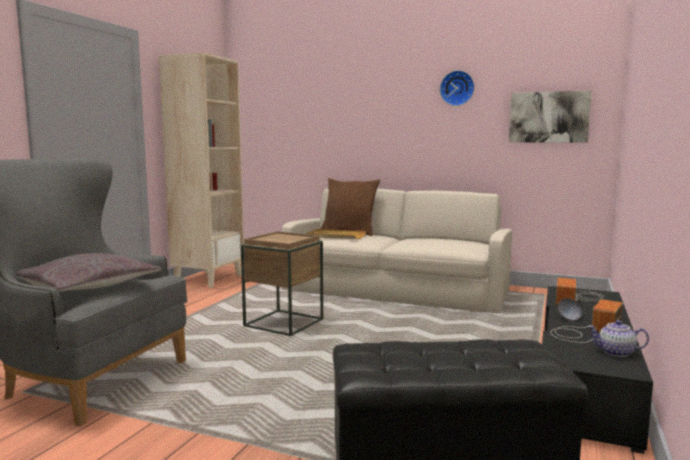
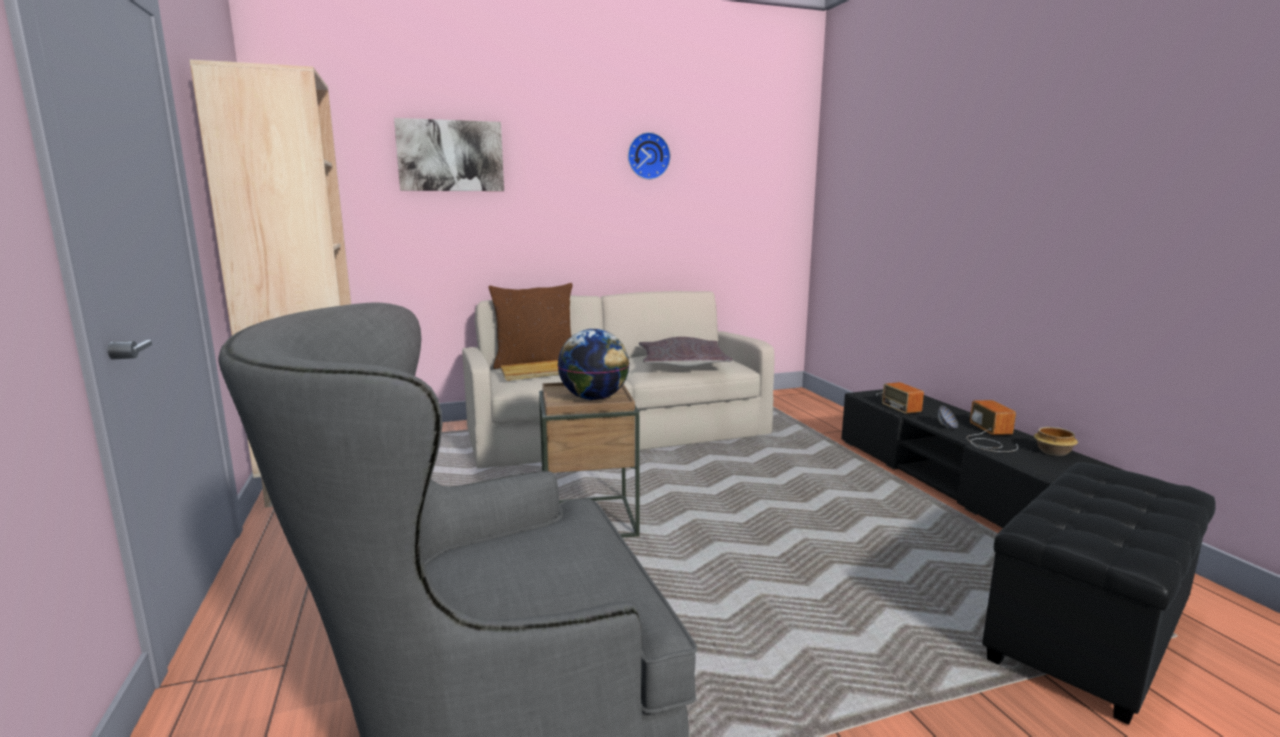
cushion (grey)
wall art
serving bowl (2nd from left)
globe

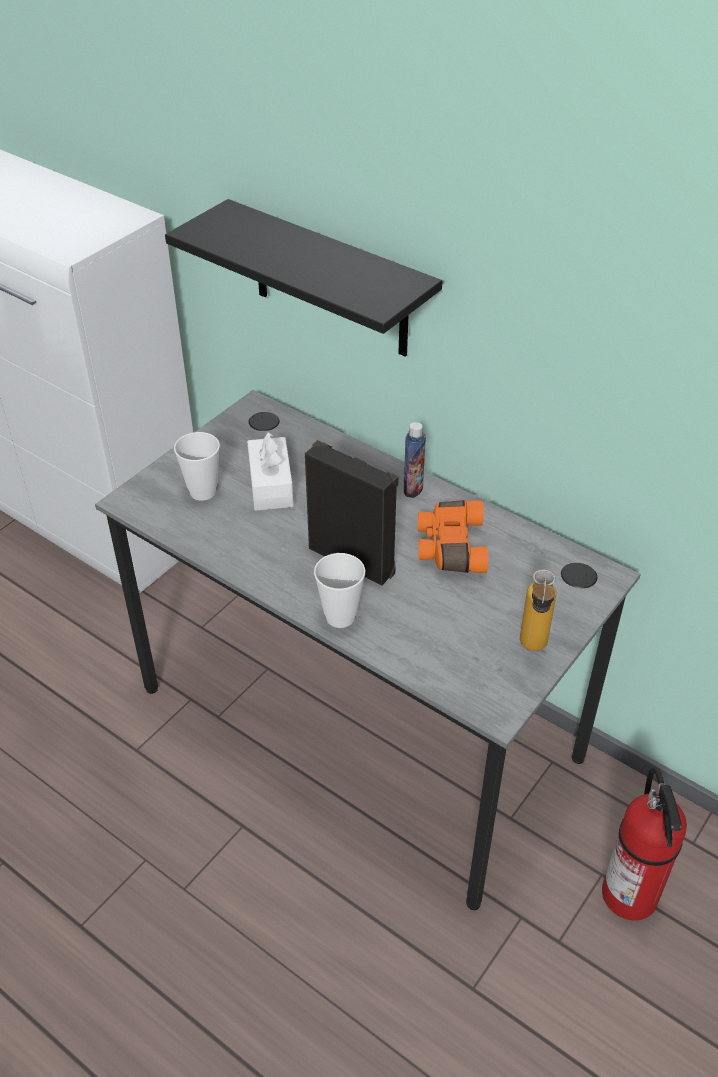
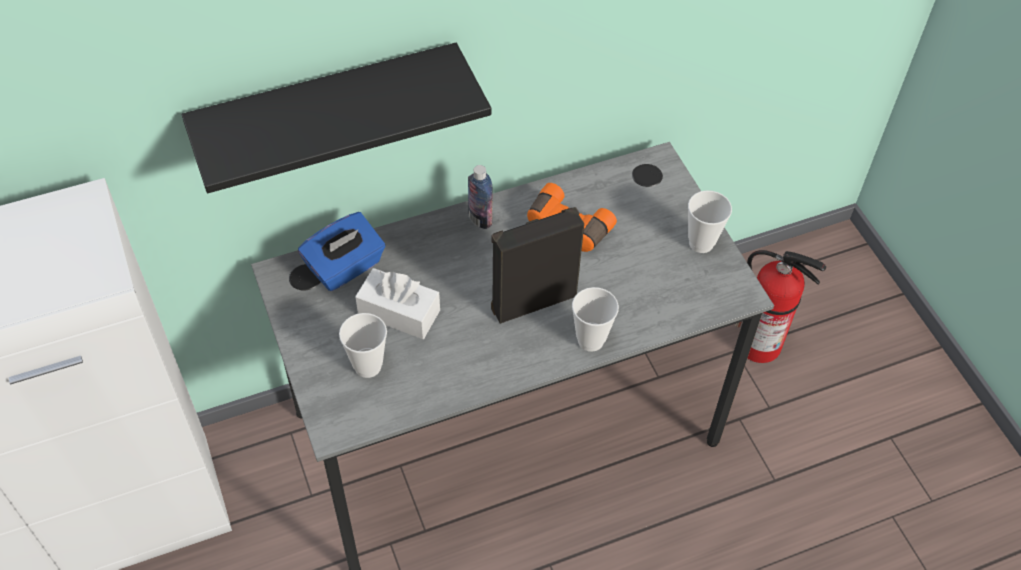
small cup (3rd from left)
tissue holder (blue-coloured)

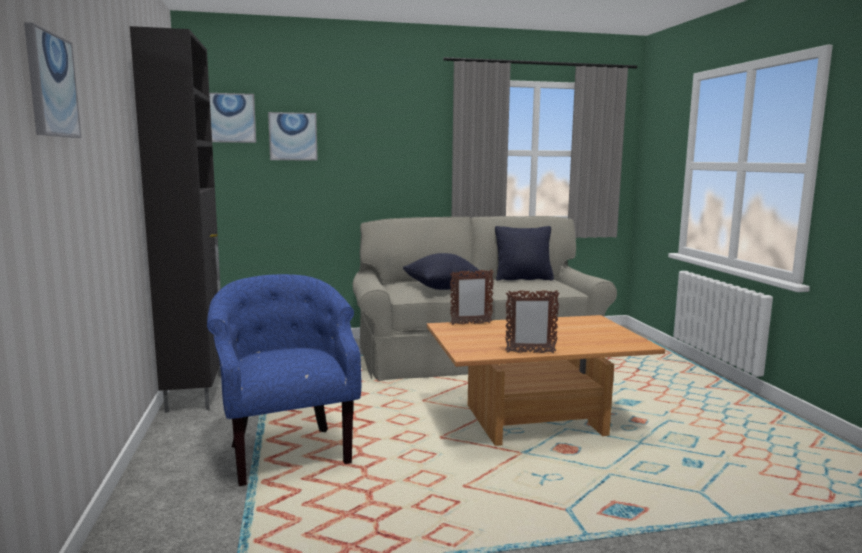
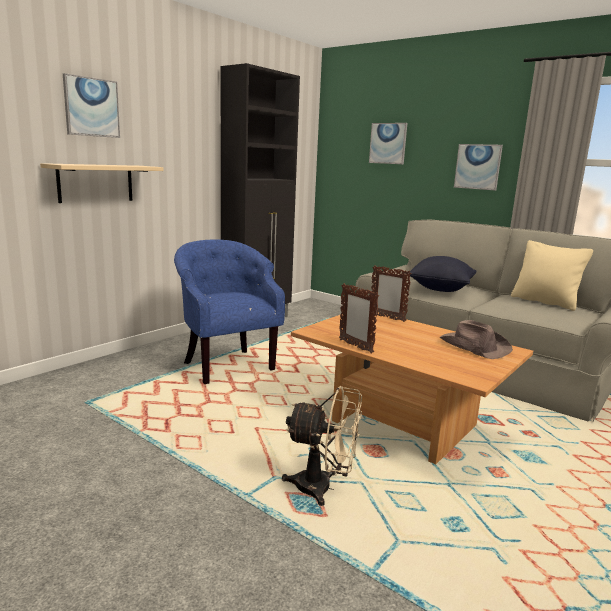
lounge chair (blue-coloured)
wall art (3rd from left)
cushion (beige-coloured)
wall shelf (beige-coloured)
electric fan (beige-coloured)
clothing hat (brown)

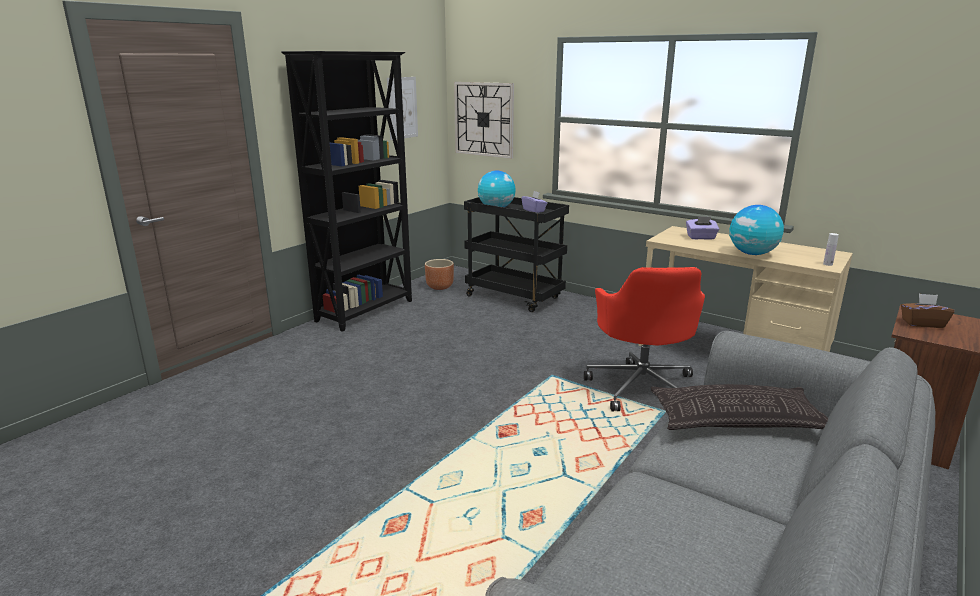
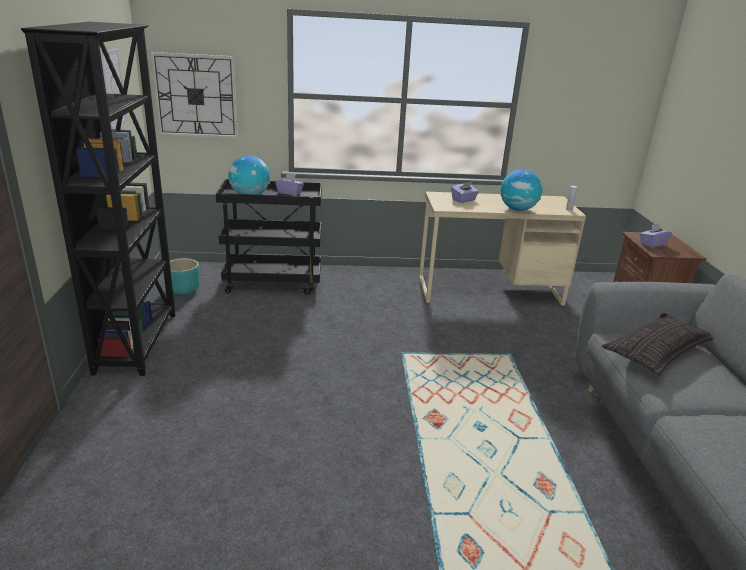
plant pot (turquoise)
desk chair (reddish)
tissue holder (purplish) (3rd from left)

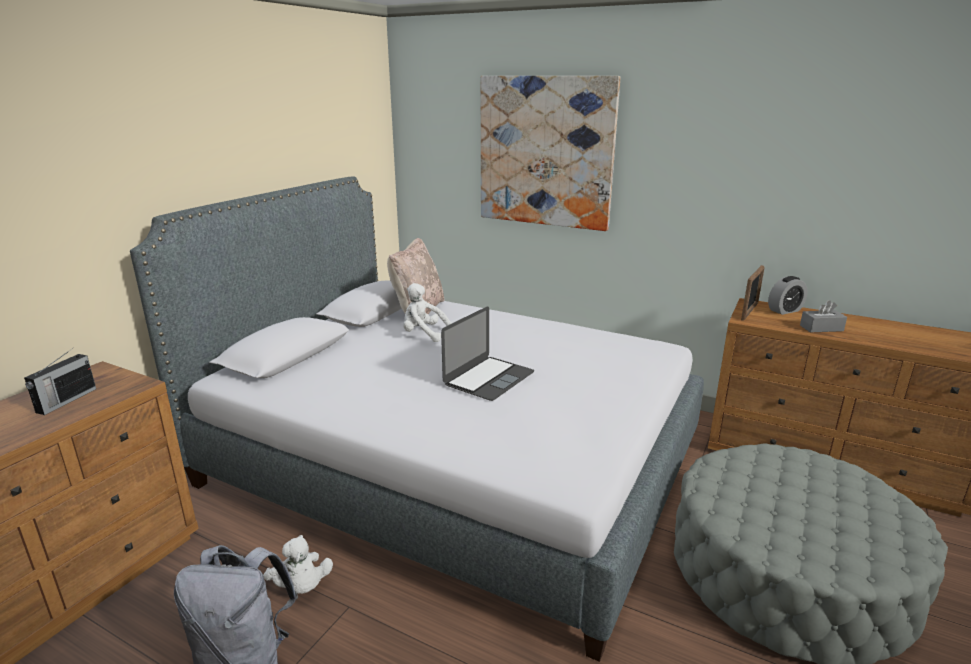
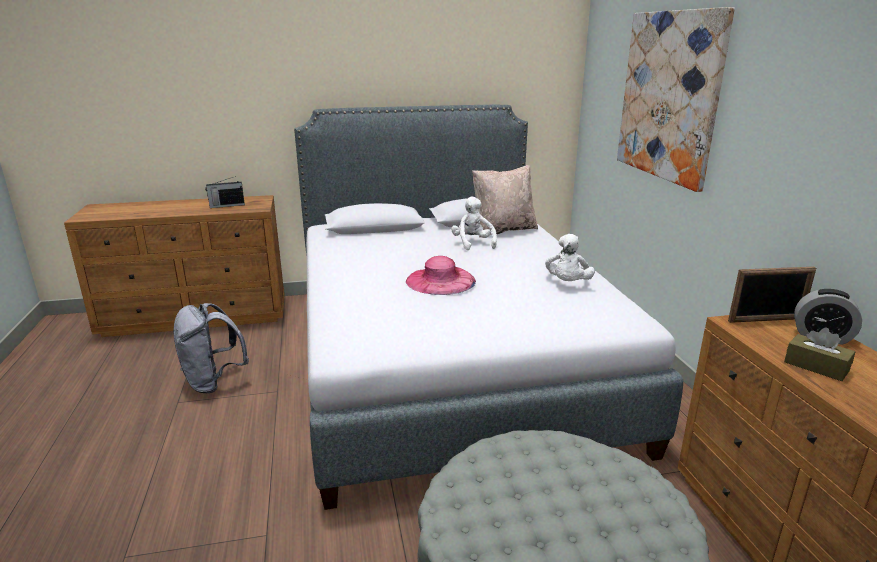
plush toy (white) (2nd from left)
clothing hat (pinkish)
tissue holder (brown)

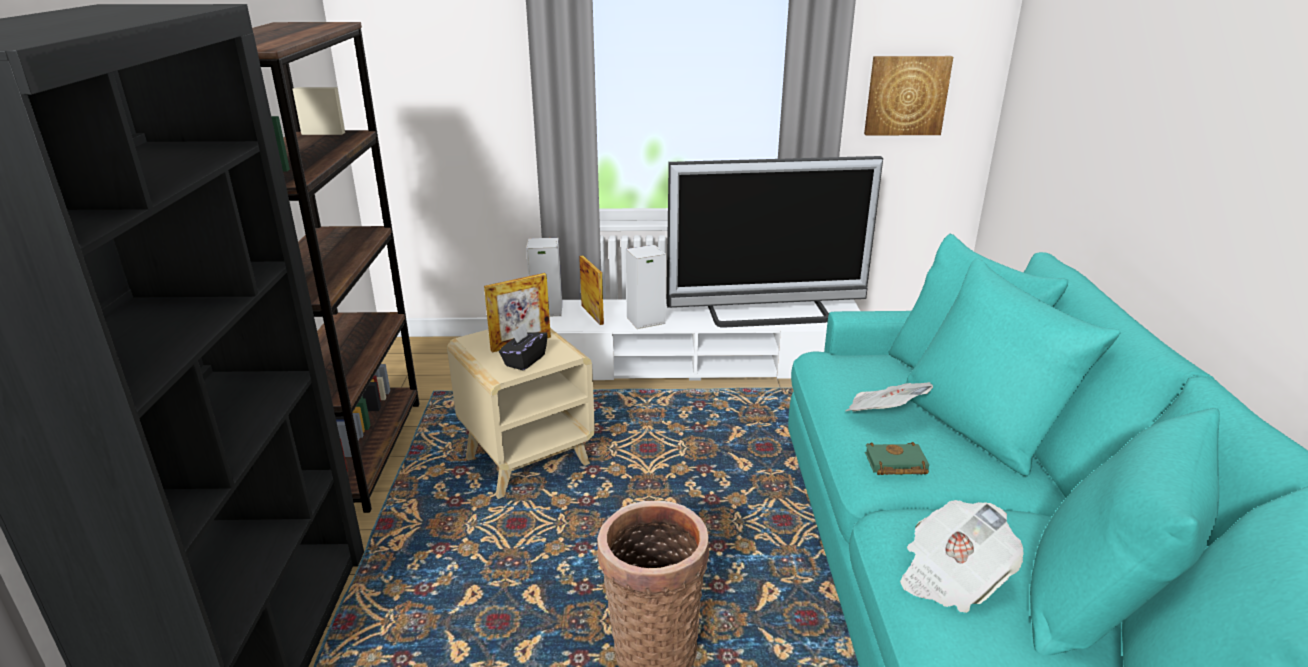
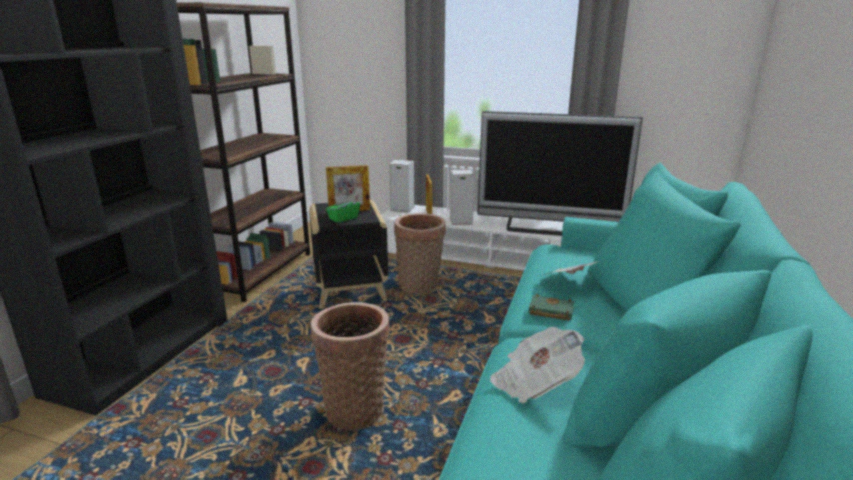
side table (blackish)
tissue holder (green)
wall art
basket (2nd from left)

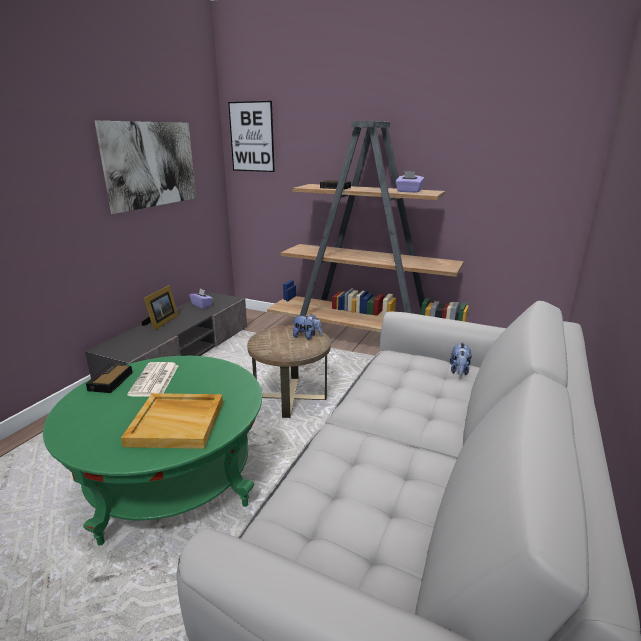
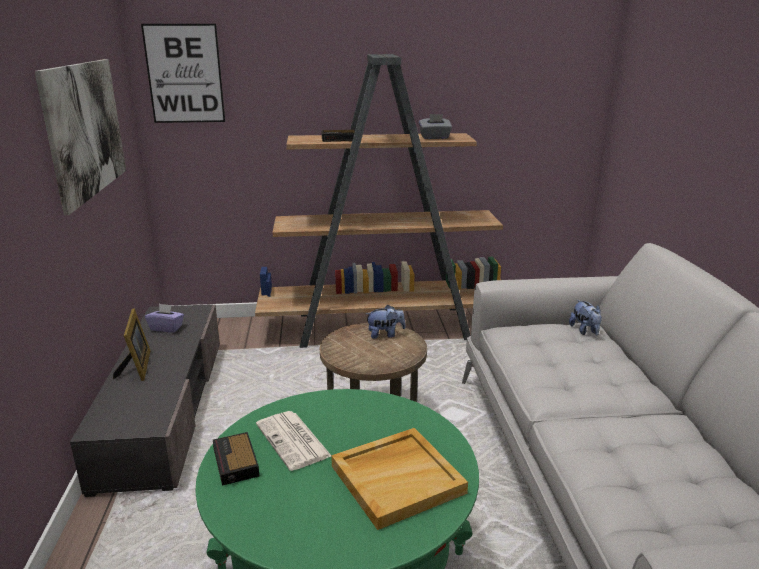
tissue holder (grey)

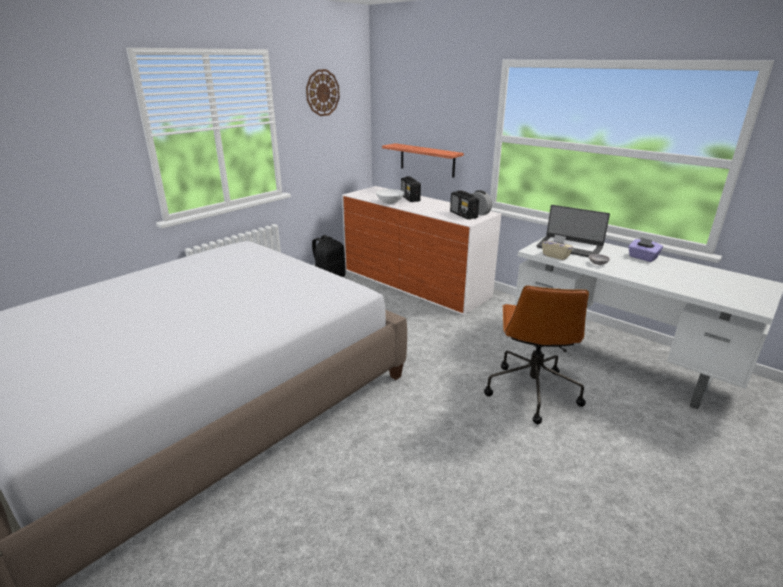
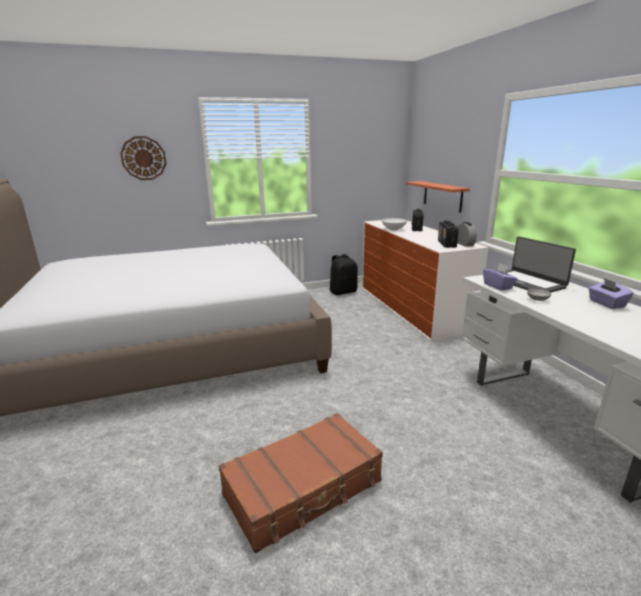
wall clock
desk chair (brown)
tissue holder (purplish) (1st from left)
travel case (brown)

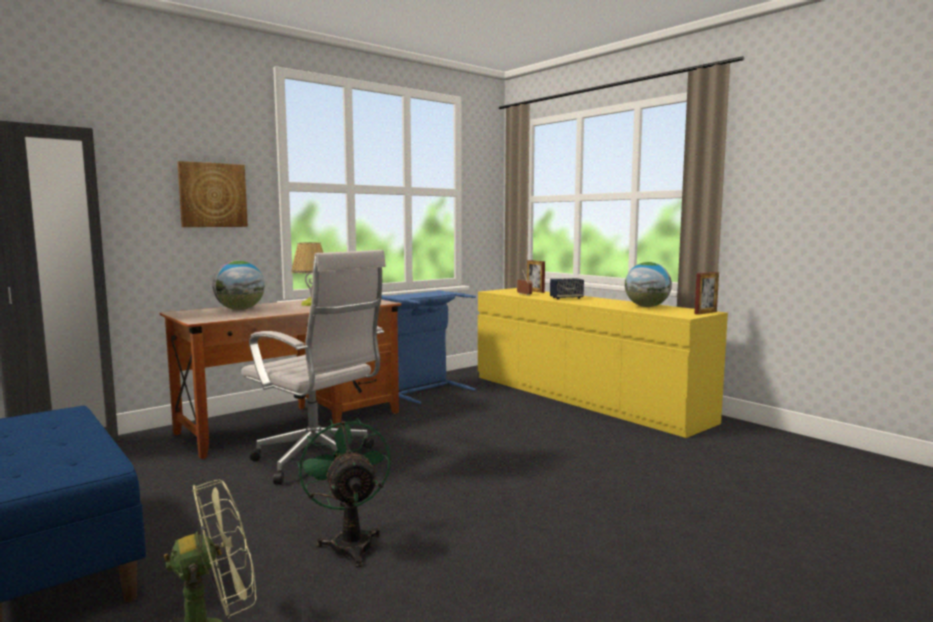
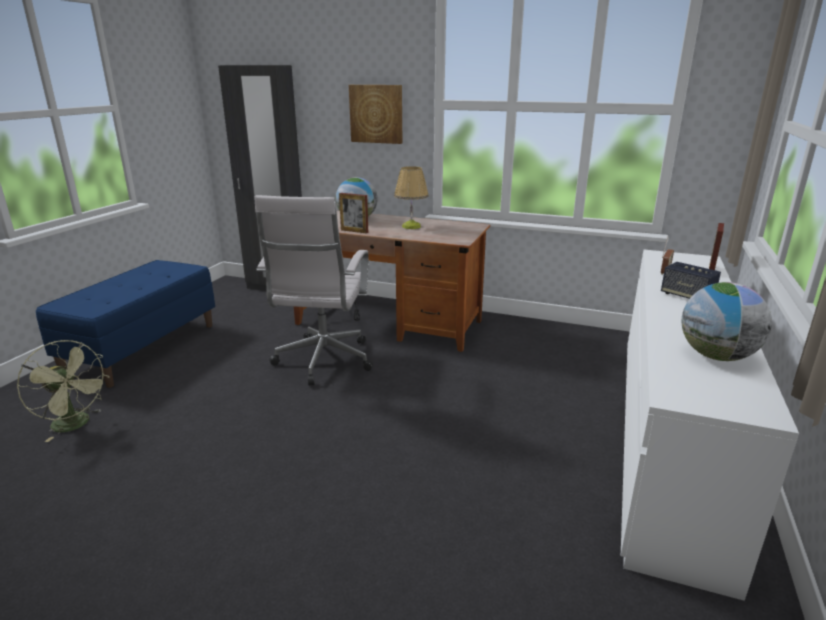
electric fan (green) (2nd from left in the first image)
laundry basket (blue-coloured)
chest of drawers (white)
picture frame (1st from left)

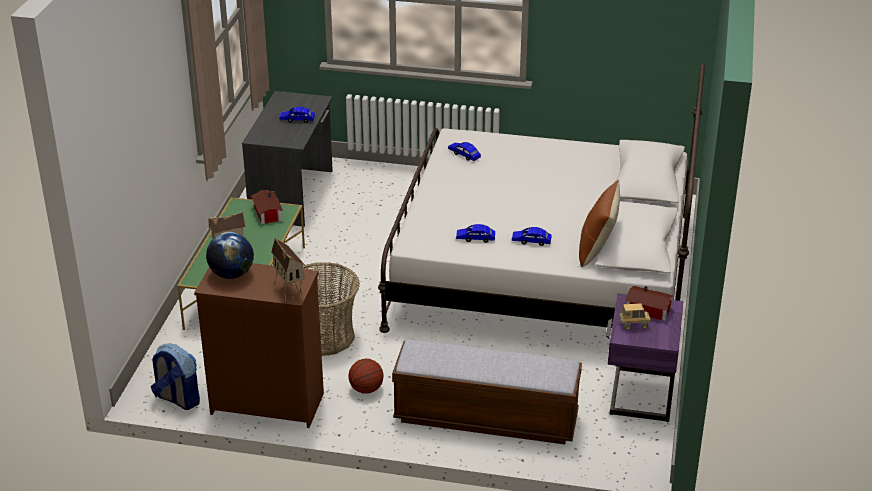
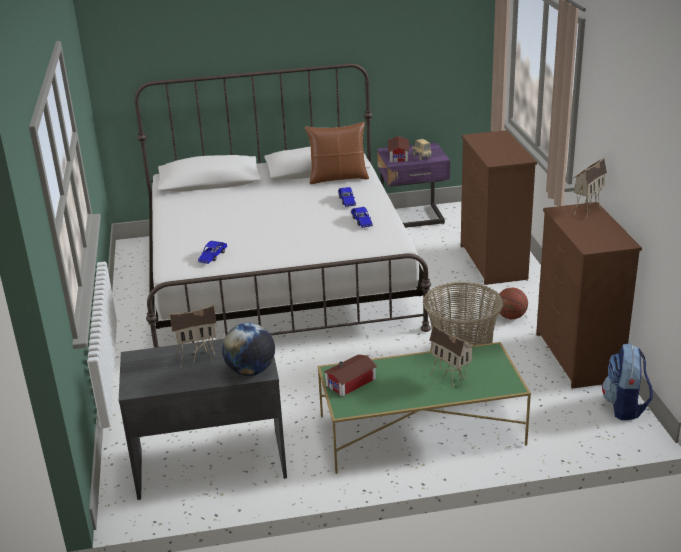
globe
model house (1st from left)
chest of drawers (brown) (1st from left)

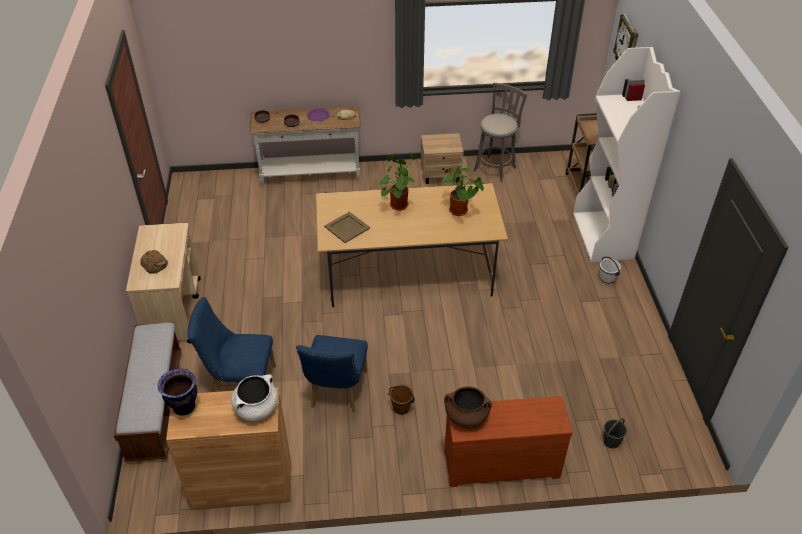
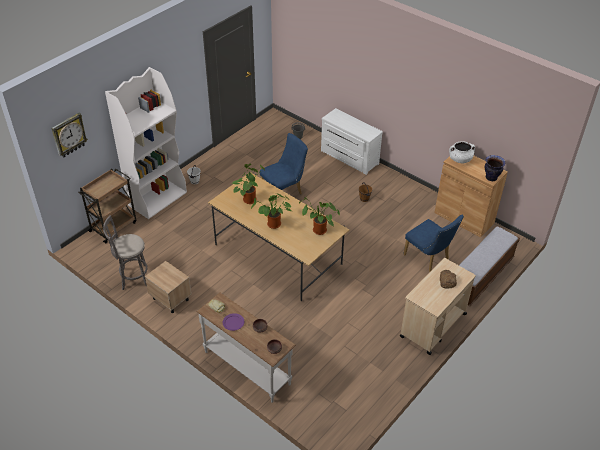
plain chair (blue-coloured) (1st from left)
potted plant (3rd from left)
cooking pot (brown)
chest of drawers (white)

